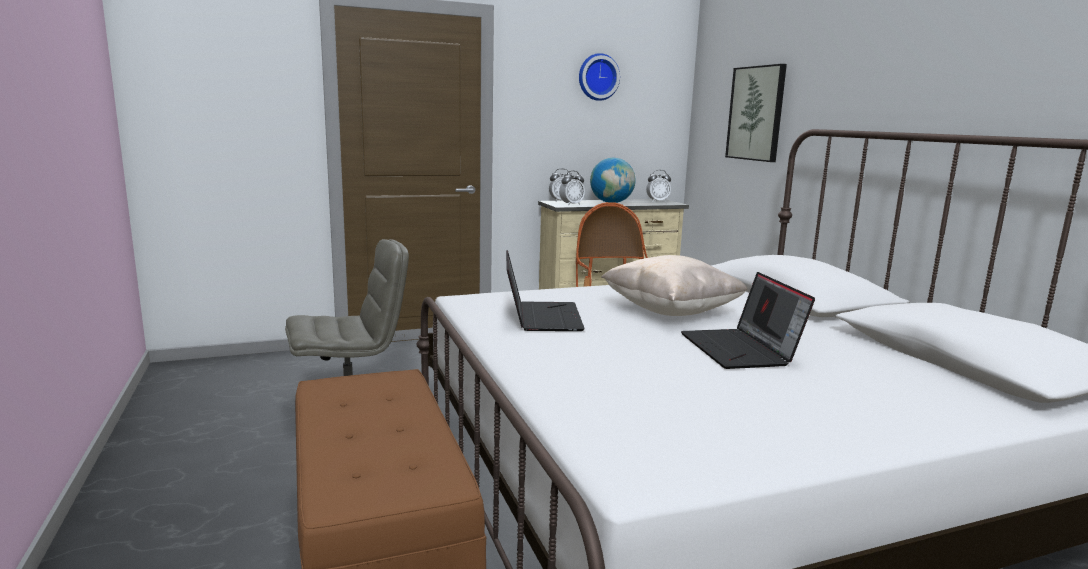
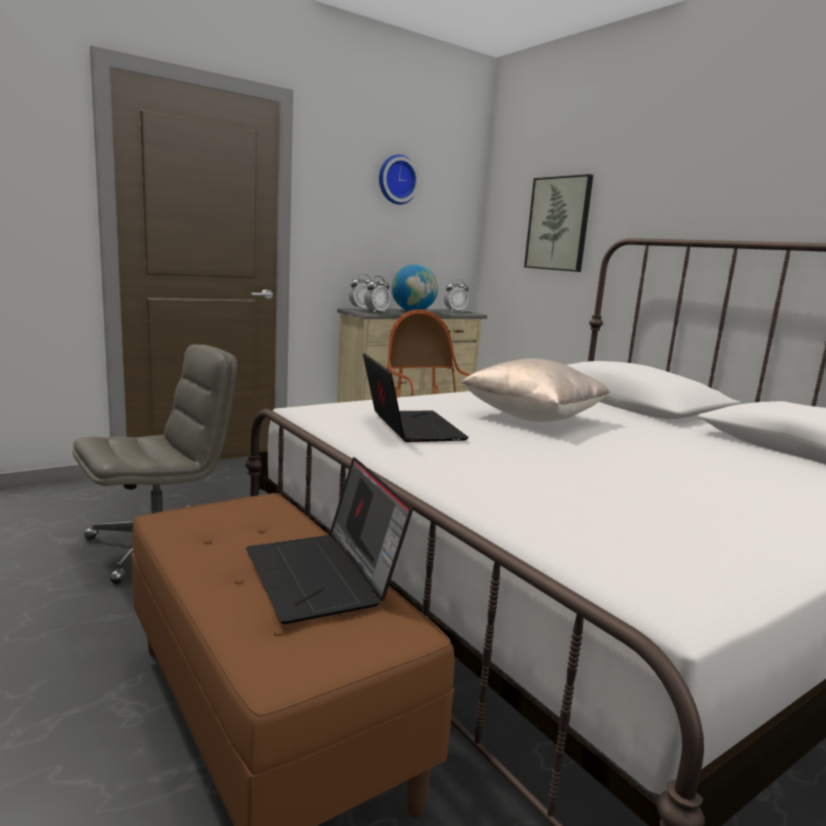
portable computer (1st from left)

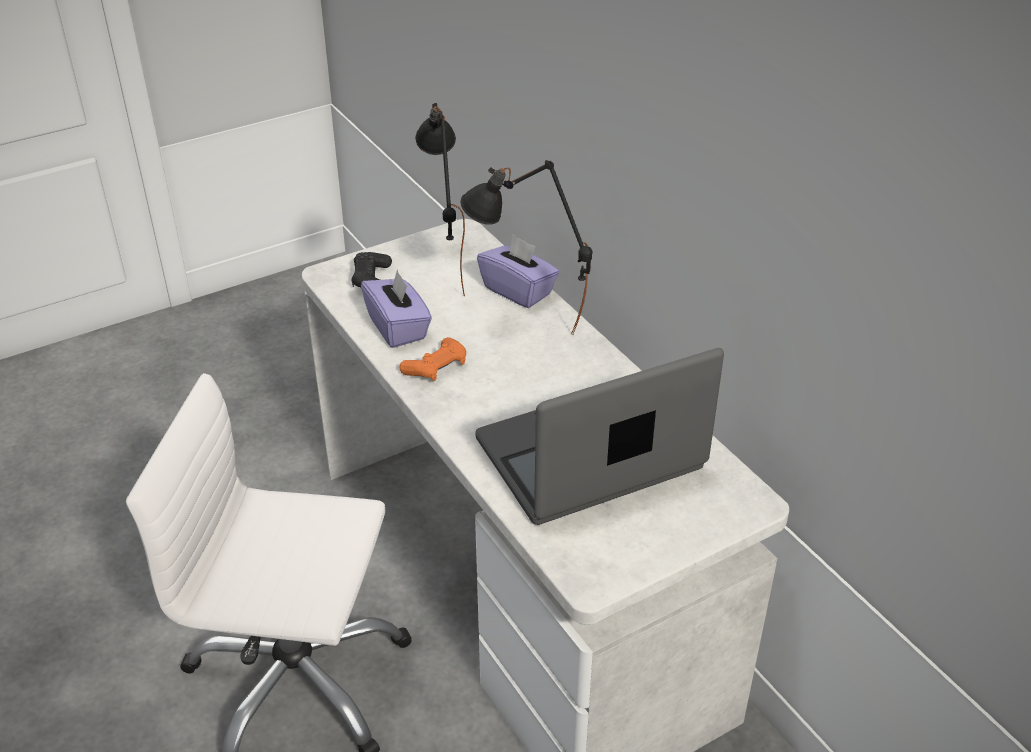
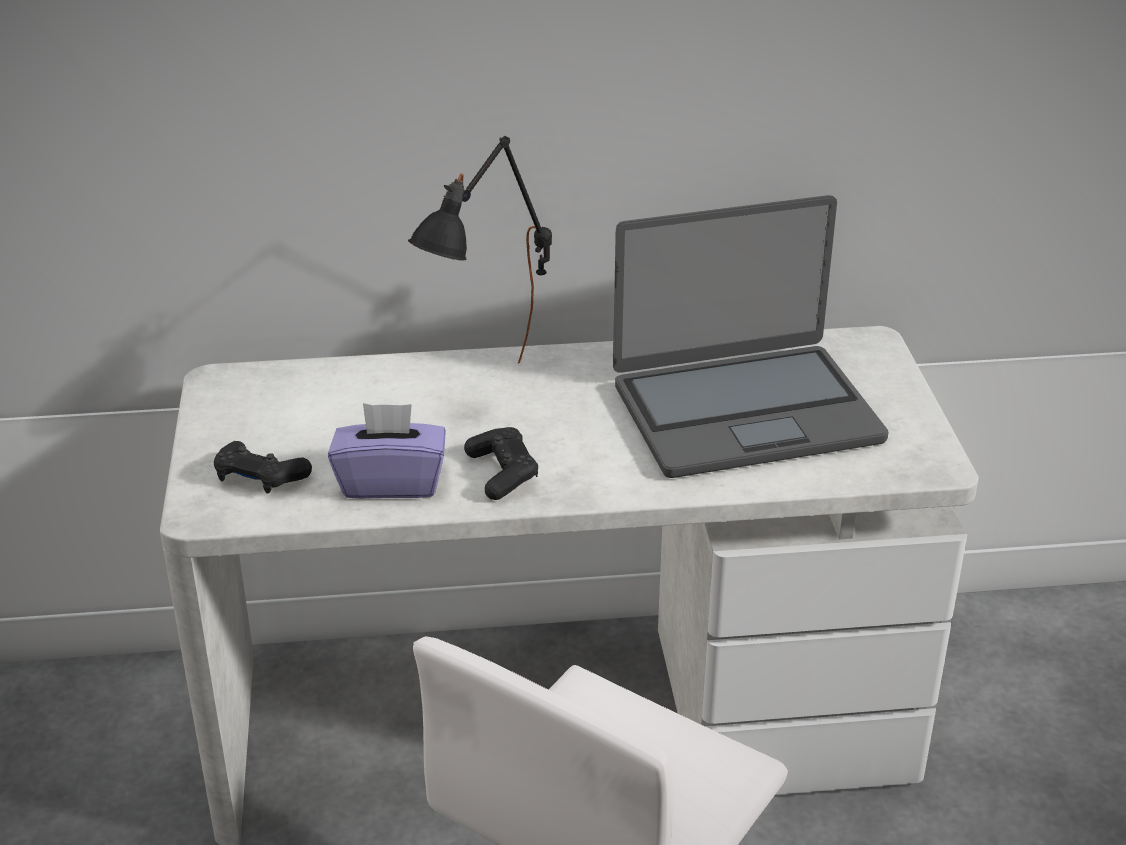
game controller (blackish) (2nd from left)
table lamp (blackish) (1st from left in the first image)
portable computer
tissue holder (purplish) (2nd from left in the first image)

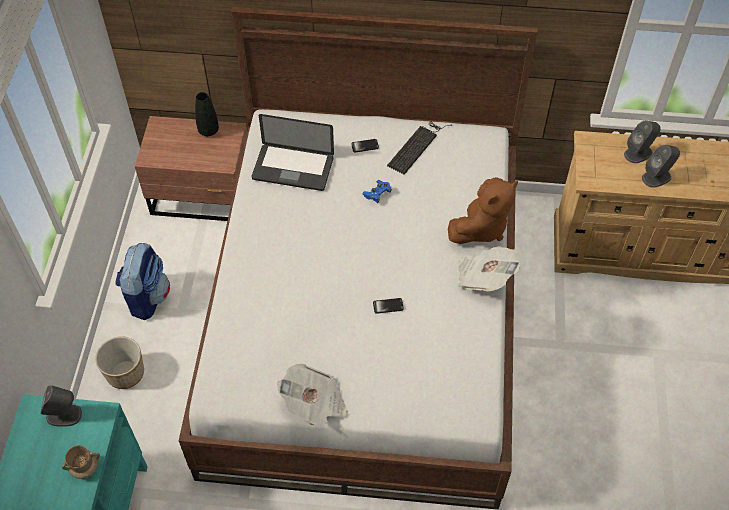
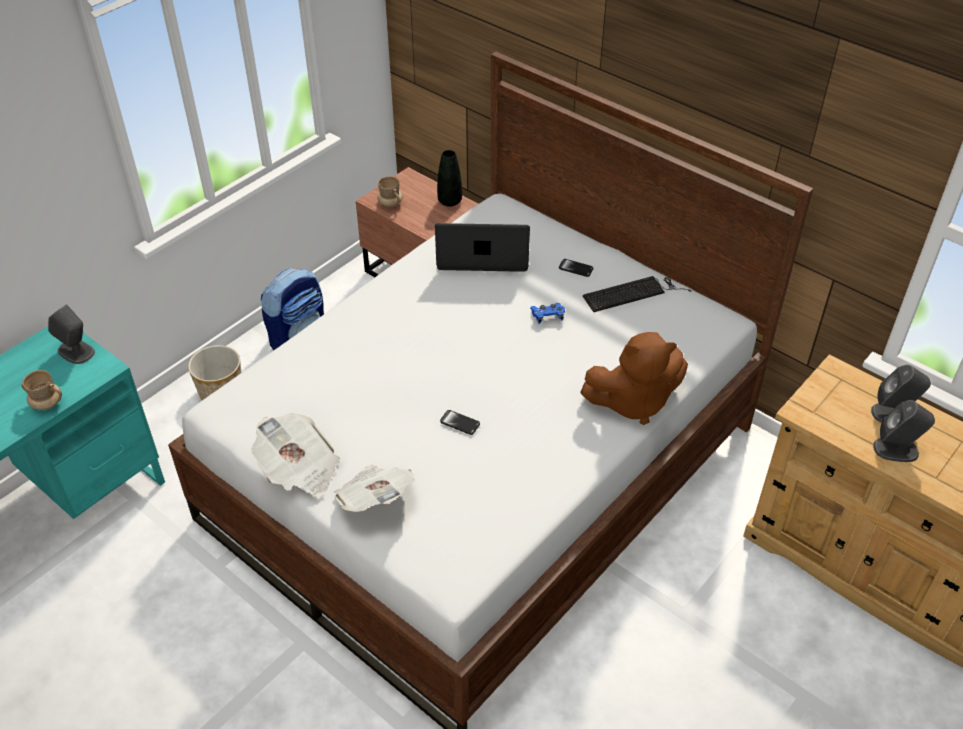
portable computer
daily paper (2nd from left)
coffee mug (beige-coloured) (2nd from left)

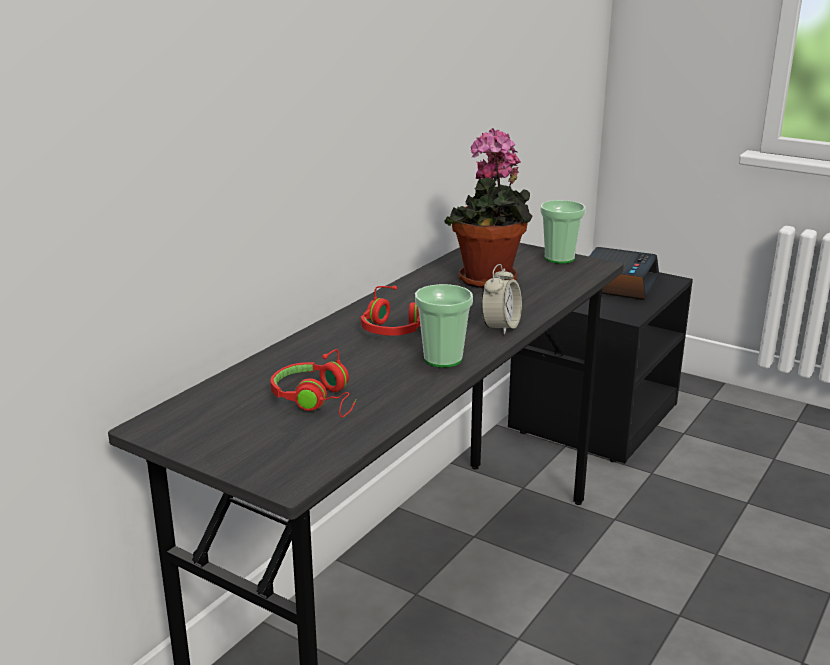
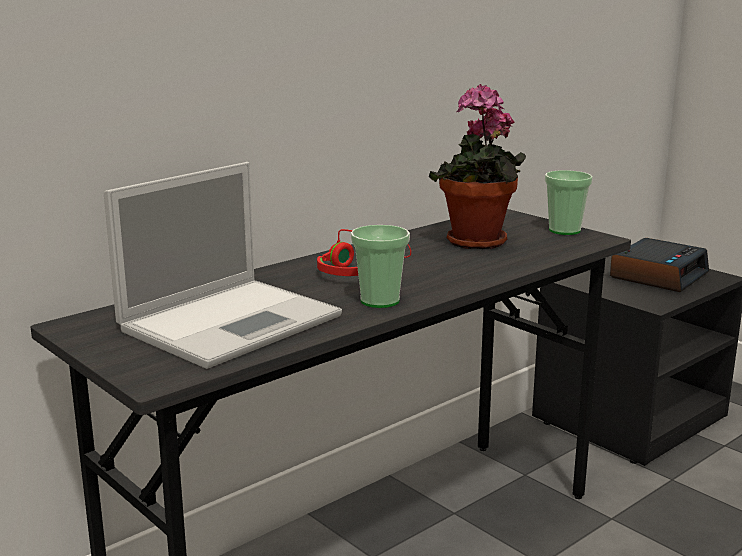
portable computer
alarm clock (1st from left in the first image)

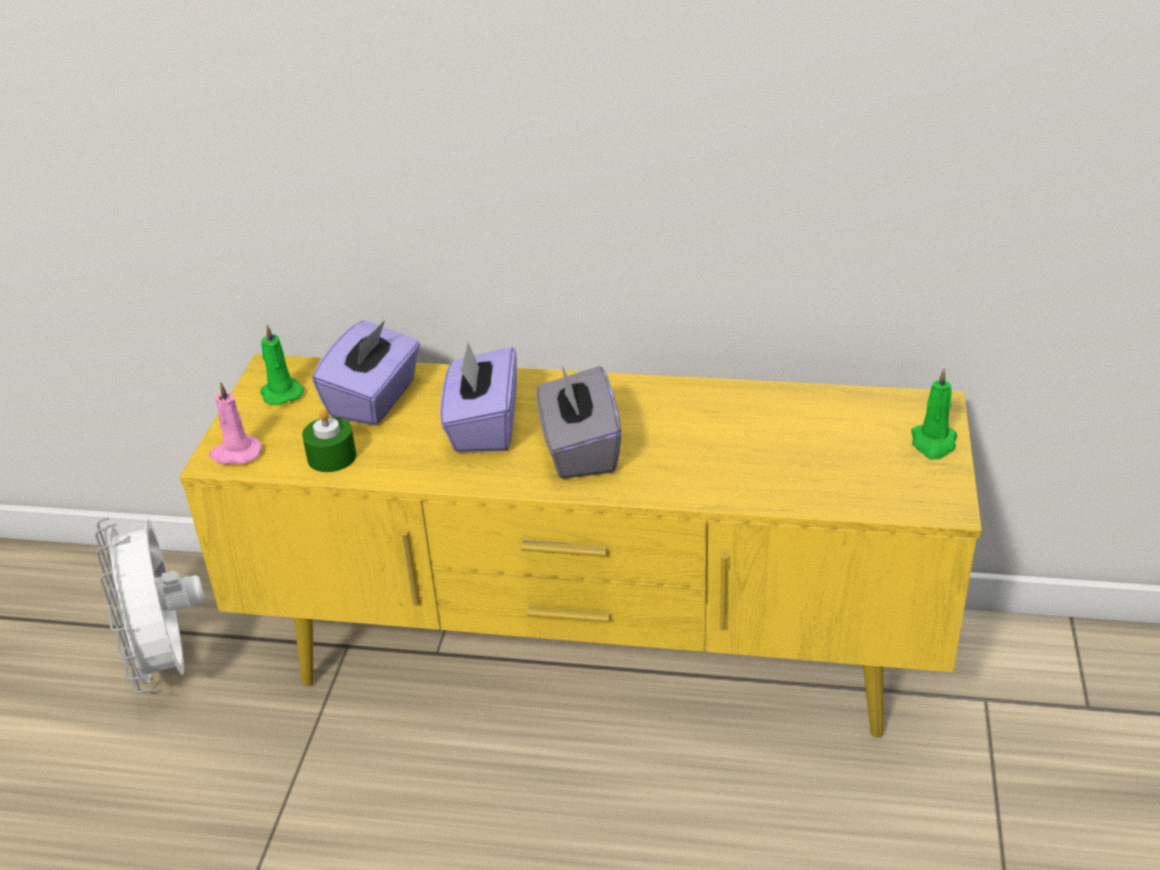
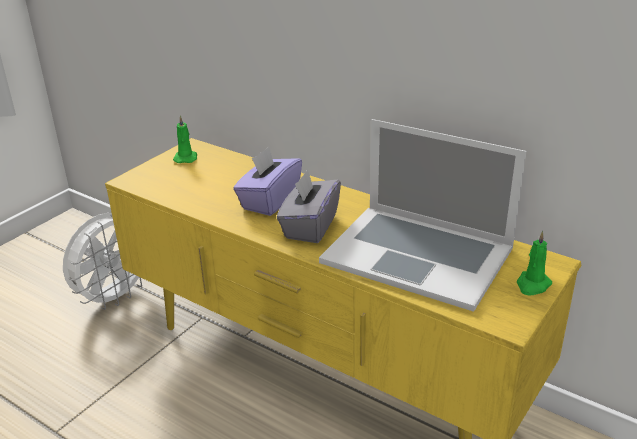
electric fan (white)
candle (pinkish)
candle (green) (2nd from left in the first image)
tissue holder (purplish) (1st from left in the first image)
portable computer

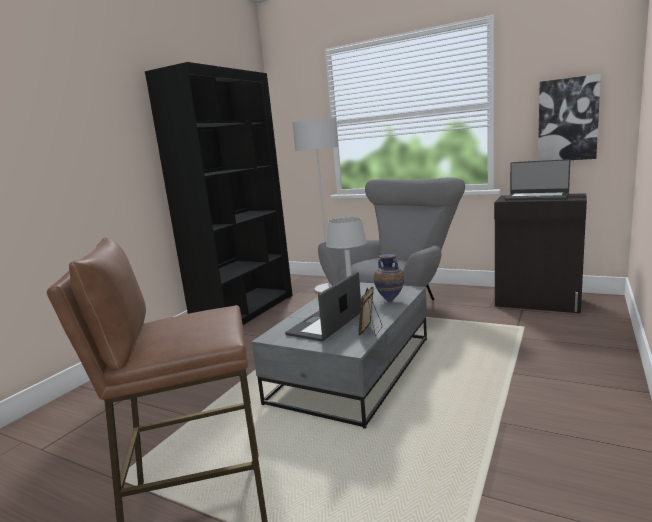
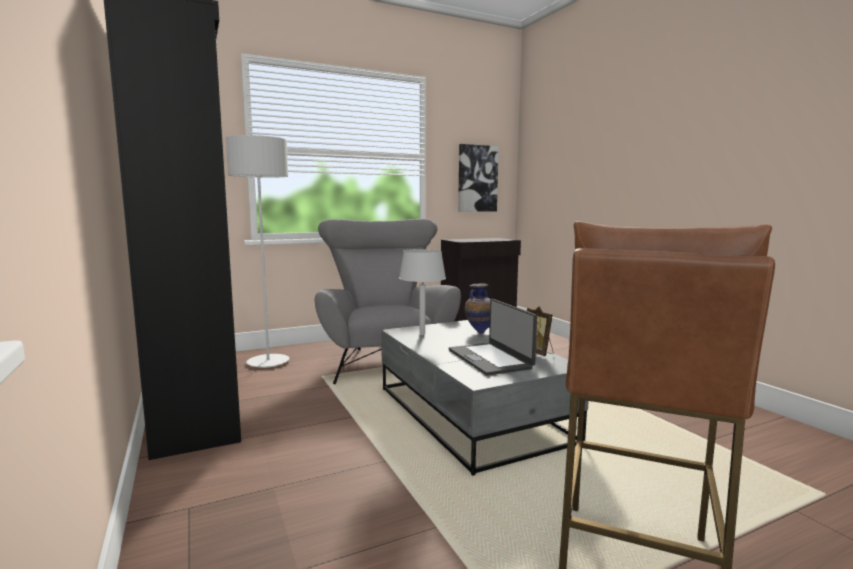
portable computer (2nd from left in the first image)

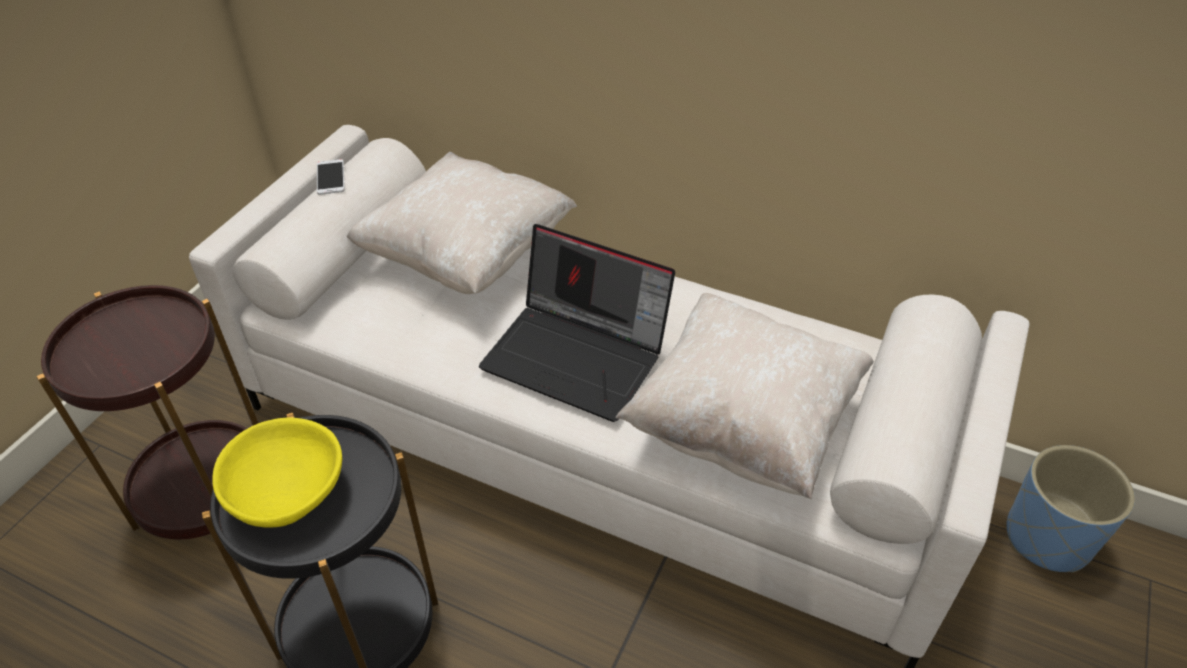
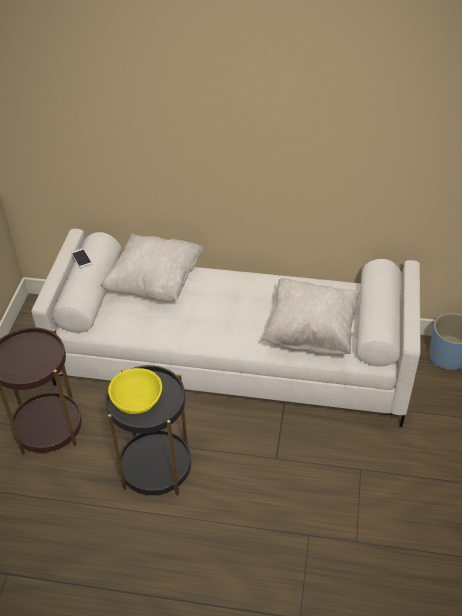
portable computer

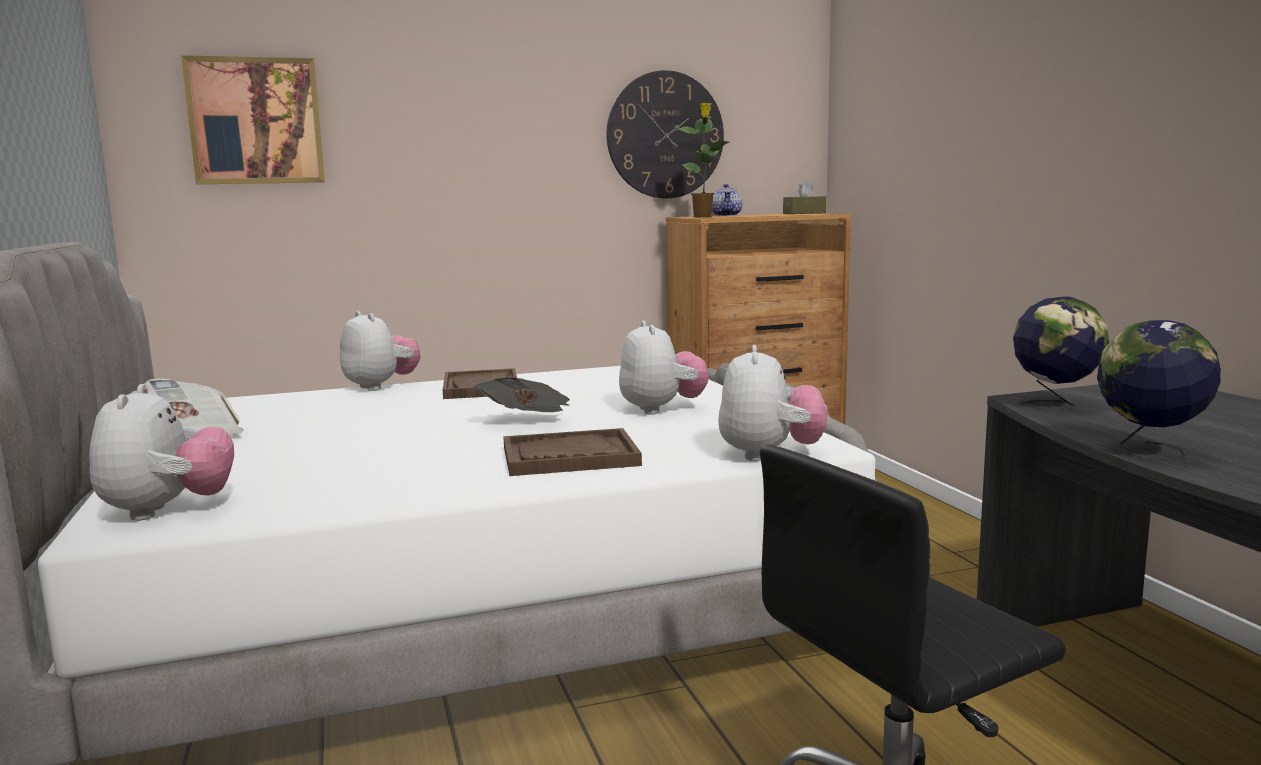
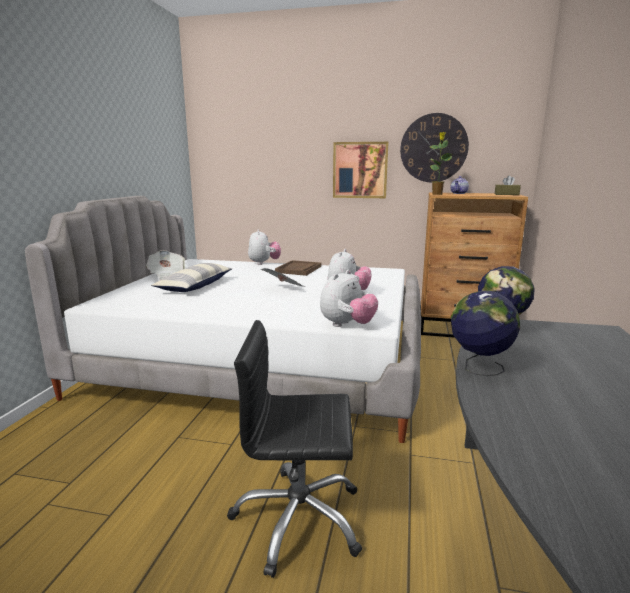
plush toy (1st from left in the first image)
wall art
carrying tray (brown) (2nd from left in the first image)
cushion

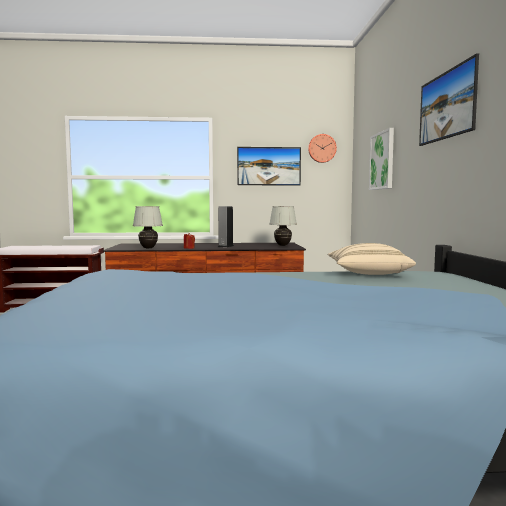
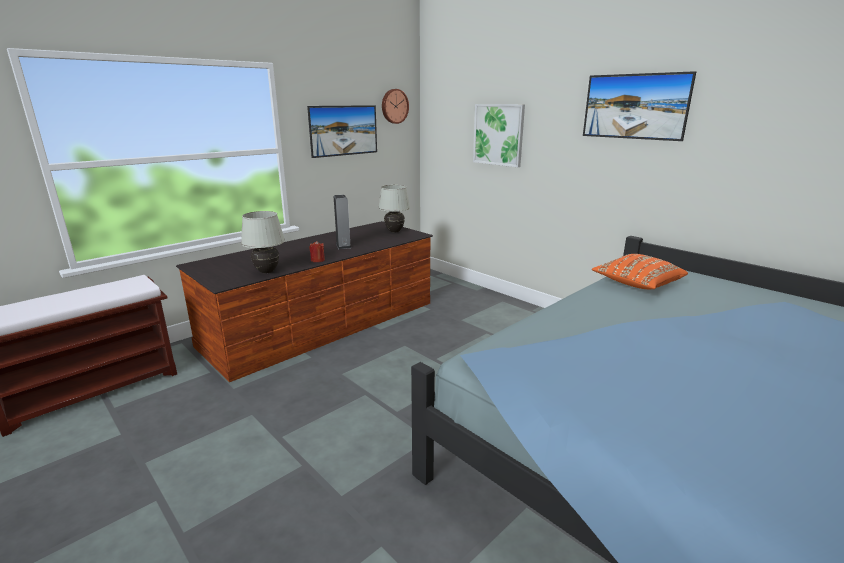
cushion (orangey)

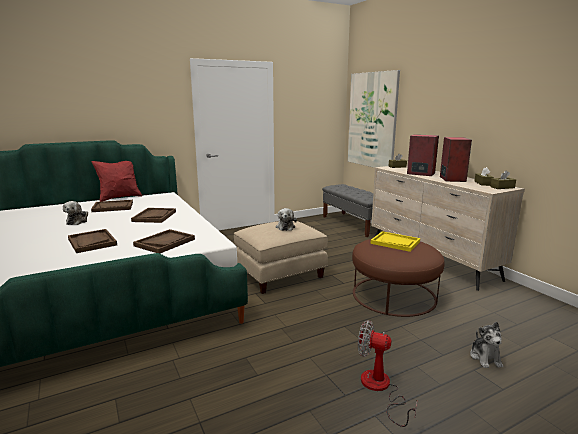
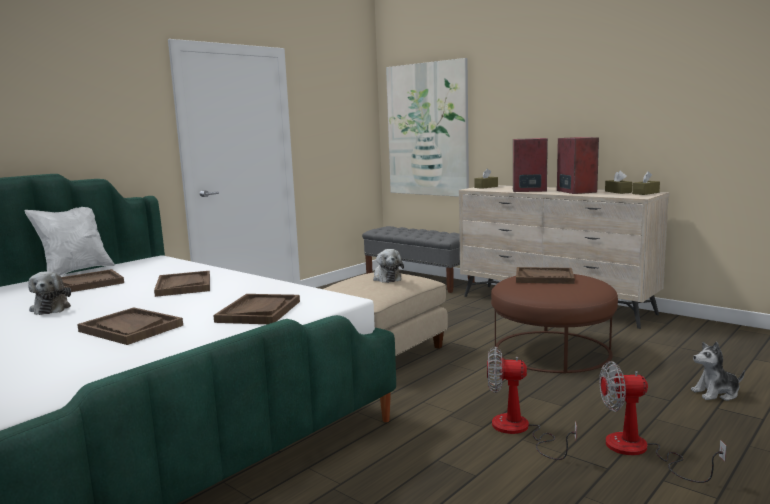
cushion (white)
carrying tray (brown) (5th from left)
plush toy (3rd from left)
electric fan (1st from left)

